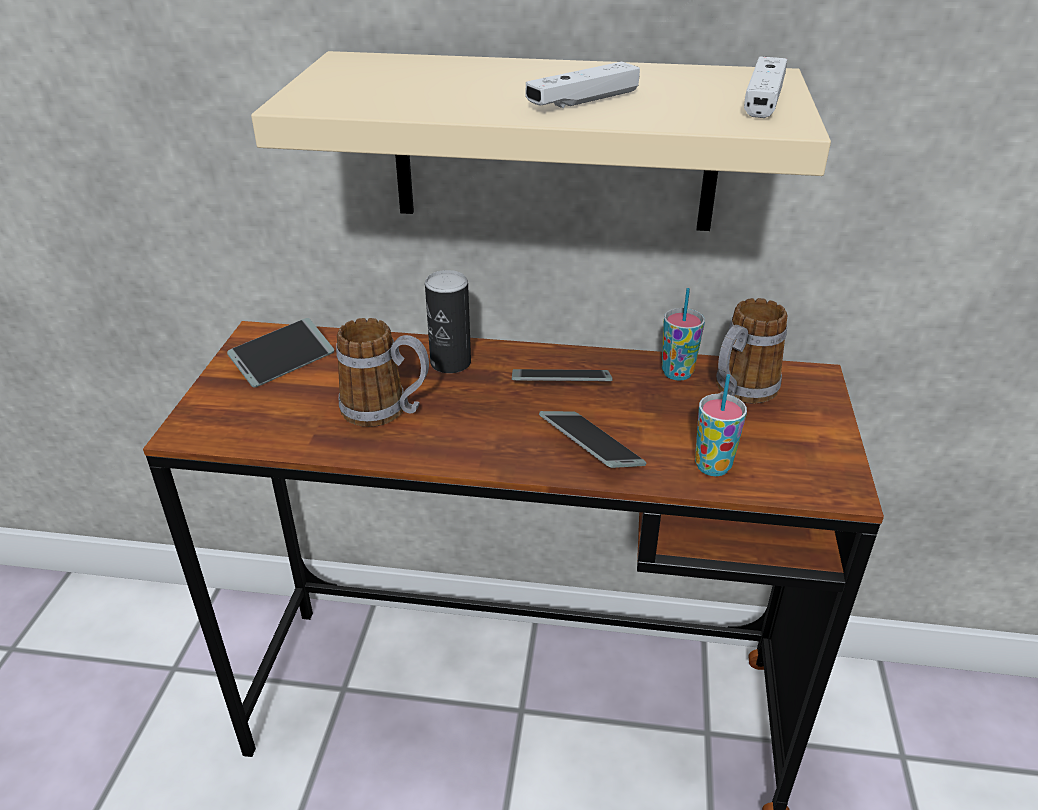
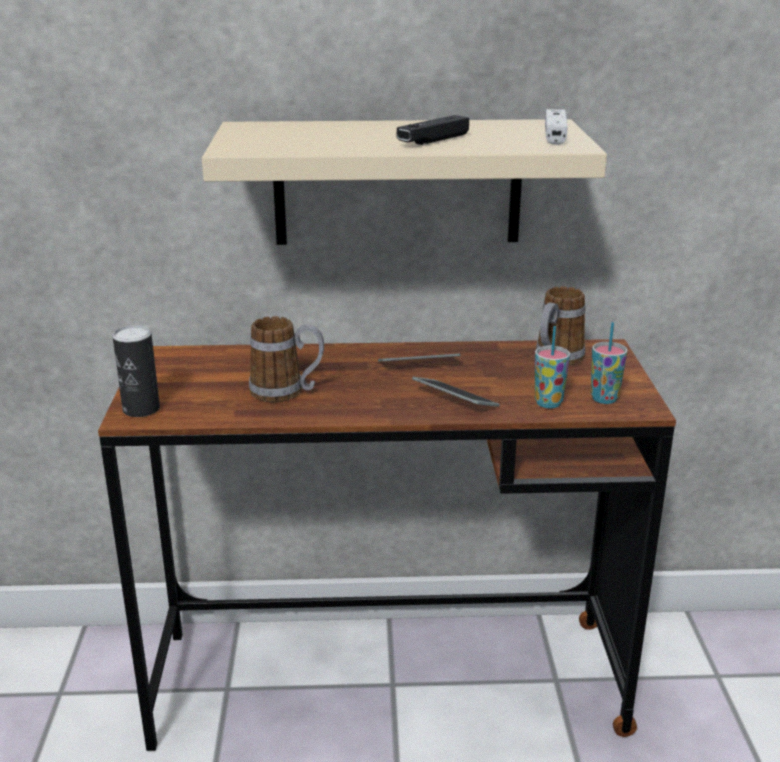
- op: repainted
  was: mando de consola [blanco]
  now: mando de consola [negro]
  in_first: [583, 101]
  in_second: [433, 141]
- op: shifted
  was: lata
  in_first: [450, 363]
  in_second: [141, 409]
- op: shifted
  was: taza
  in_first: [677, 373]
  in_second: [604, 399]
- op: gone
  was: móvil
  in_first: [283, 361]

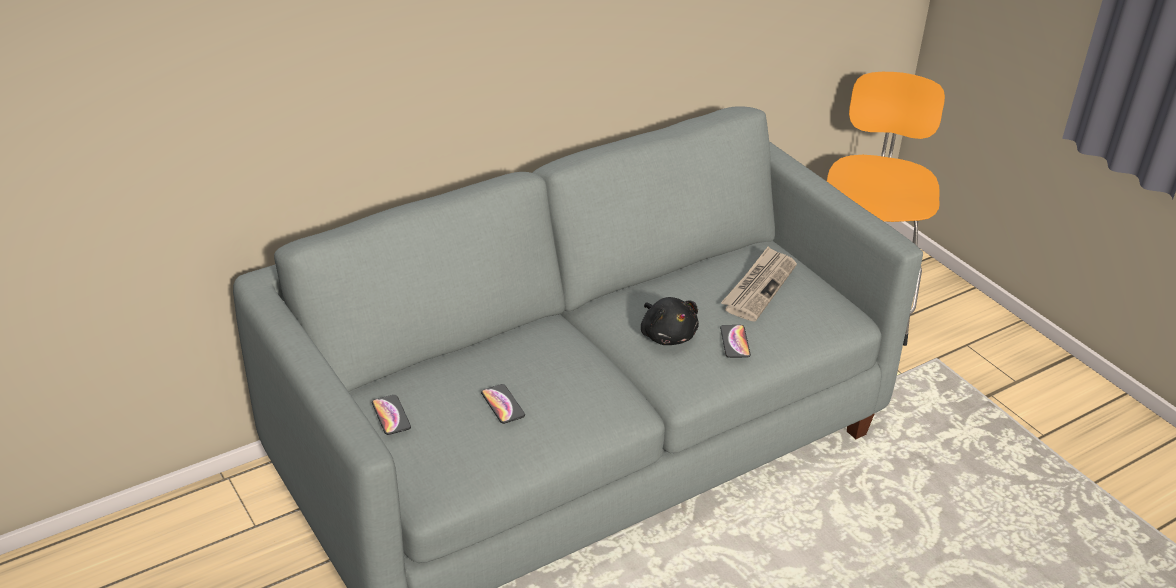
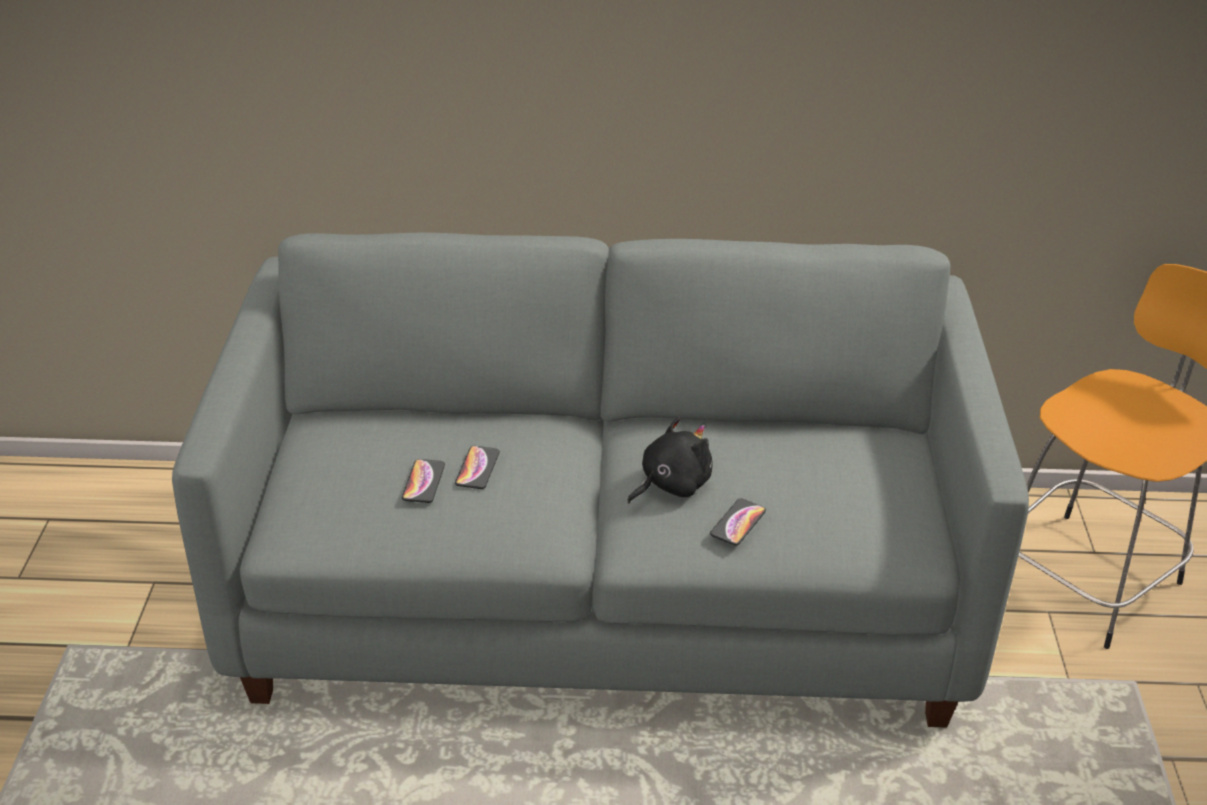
- op: gone
  was: periódico
  in_first: [759, 286]
- op: rotated
  was: peluche [negro]
  in_first: [667, 335]
  in_second: [671, 484]
  clockwise: -135
- op: shifted
  was: móvil
  in_first: [391, 415]
  in_second: [477, 468]

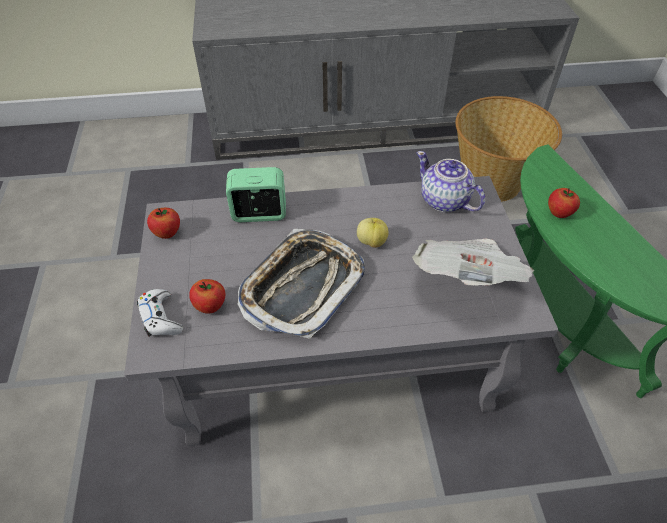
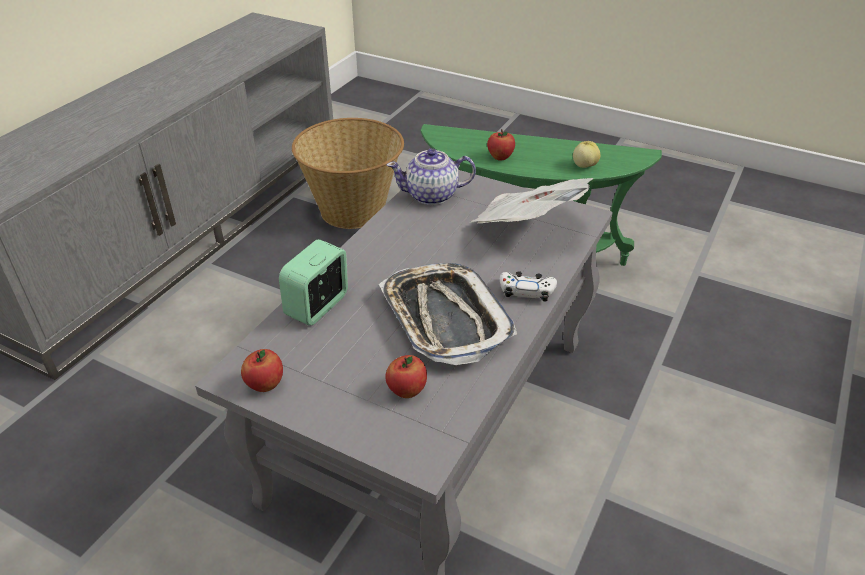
- op: shifted
  was: manzana
  in_first: [372, 242]
  in_second: [584, 166]
- op: shifted
  was: mando de consola [blanco]
  in_first: [161, 318]
  in_second: [526, 291]

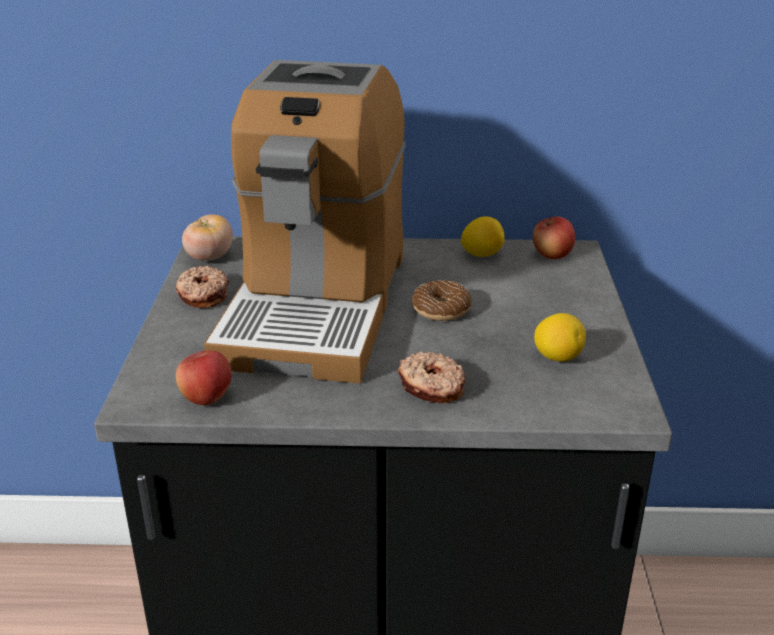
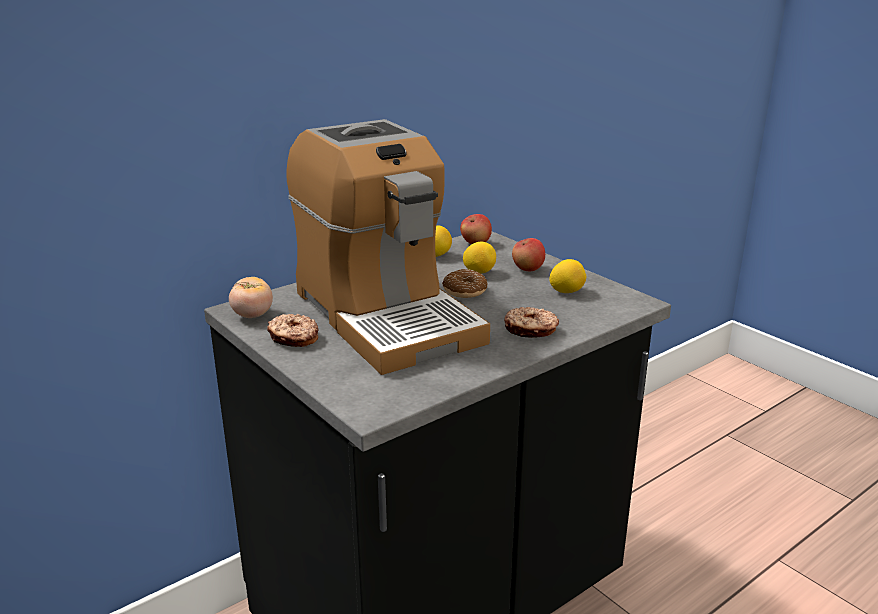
- op: shifted
  was: manzana
  in_first: [206, 398]
  in_second: [527, 269]
- op: new
  now: limón
  in_second: [479, 272]

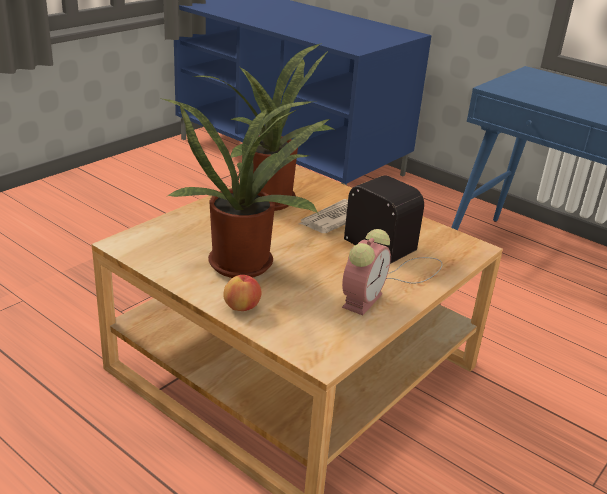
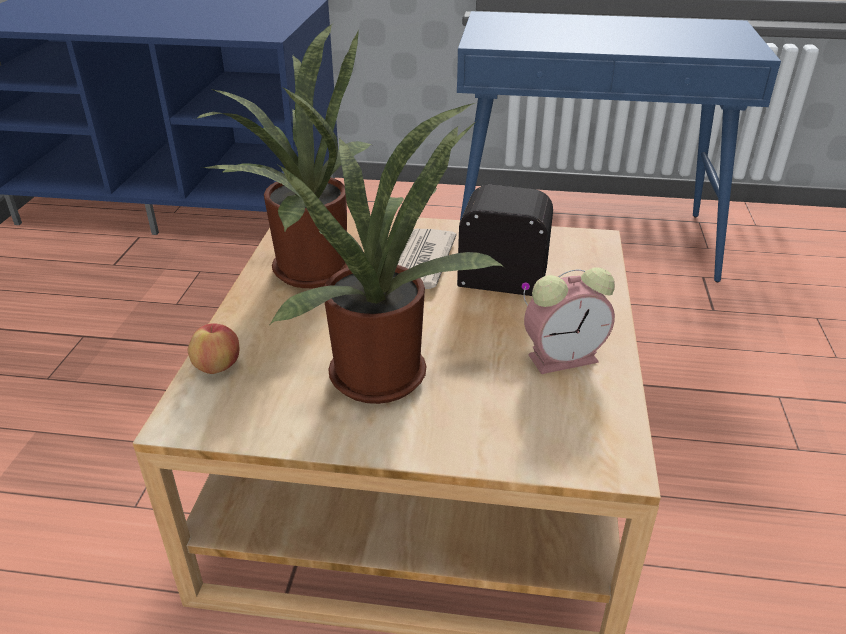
- op: rotated
  was: despertador
  in_first: [362, 299]
  in_second: [565, 357]
  clockwise: 75
- op: shifted
  was: manzana
  in_first: [242, 307]
  in_second: [217, 366]

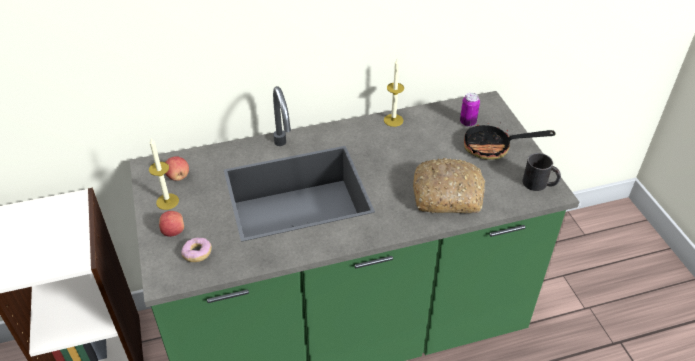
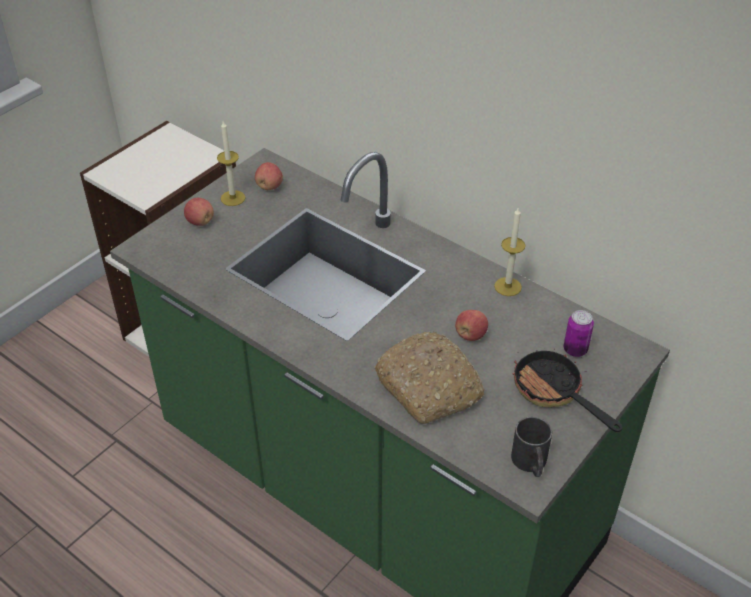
- op: gone
  was: rosquilla
  in_first: [197, 254]
- op: new
  now: manzana
  in_second: [470, 335]

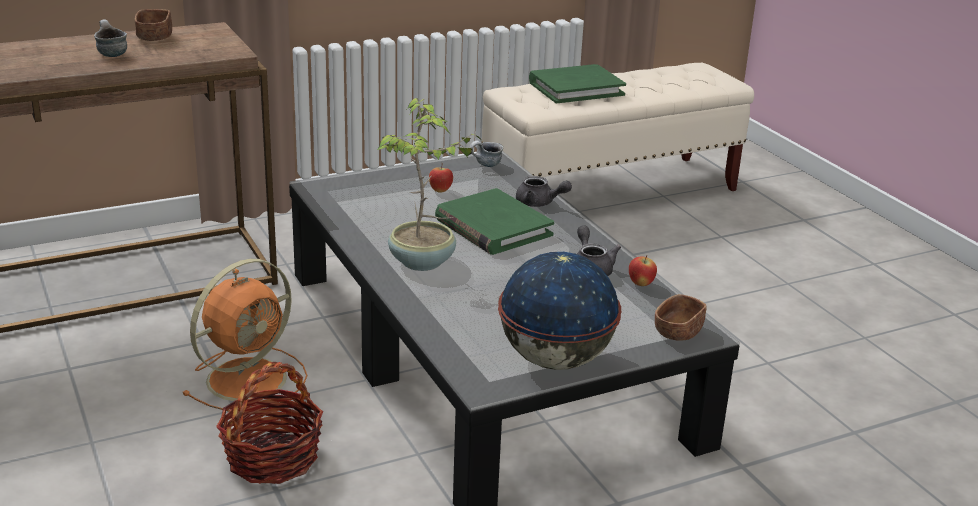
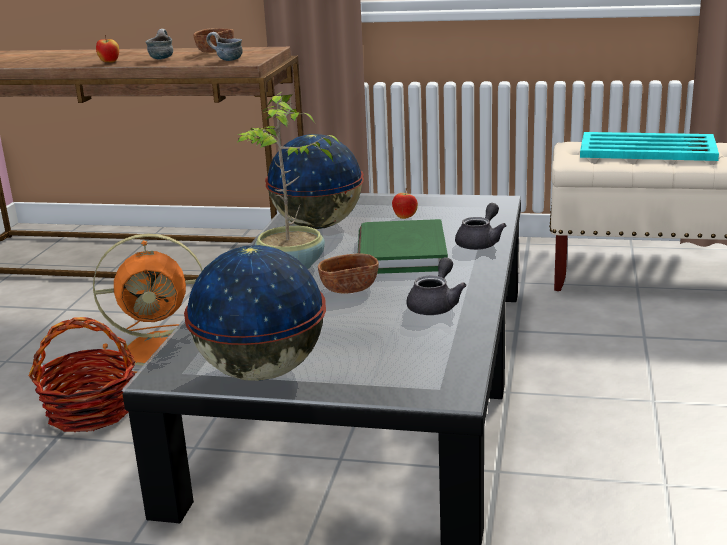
- op: swapped
  was: libro [verde]
  now: bandeja [turquesa]
  in_first: [576, 88]
  in_second: [648, 149]
- op: shifted
  was: taza grande
  in_first: [485, 165]
  in_second: [226, 60]
- op: rotated
  was: tetera [gris]
  in_first: [539, 203]
  in_second: [480, 243]
  clockwise: -120
- op: shifted
  was: manzana
  in_first: [641, 284]
  in_second: [109, 62]
- op: shifted
  was: cuenco [marrón]
  in_first: [678, 332]
  in_second: [349, 288]
- op: new
  now: globo terráqueo
  in_second: [318, 226]

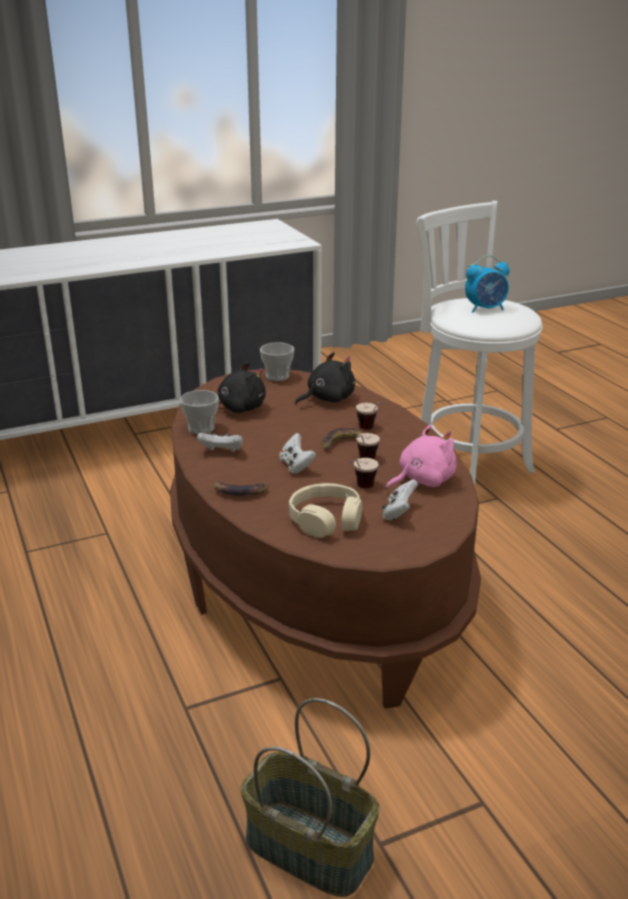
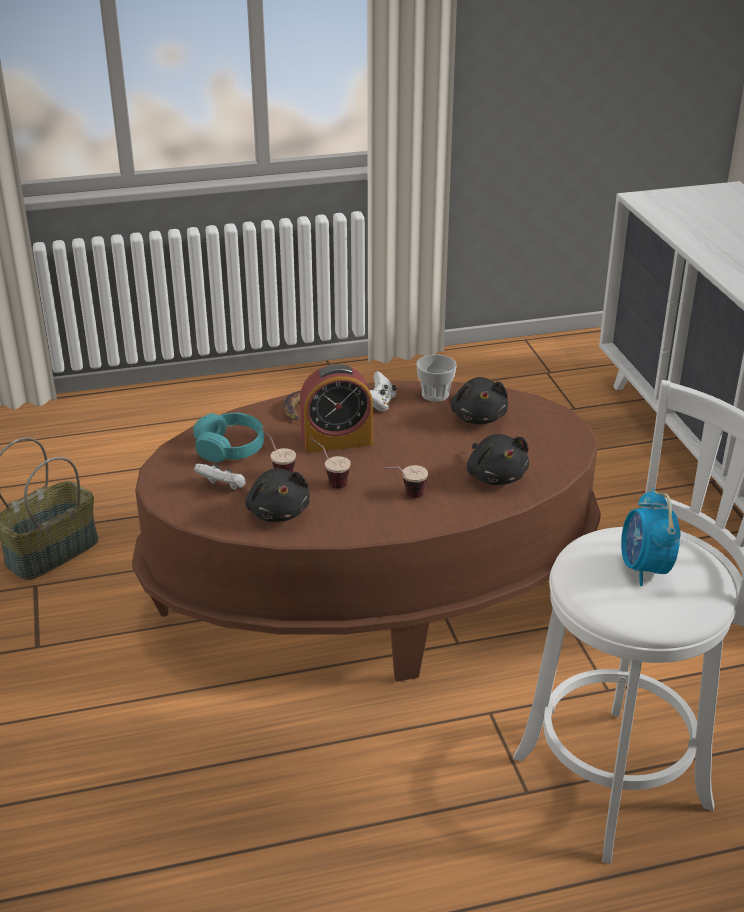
- op: gone
  was: taza
  in_first: [277, 376]
- op: repainted
  was: peluche [rosa]
  now: peluche [negro]
  in_first: [422, 480]
  in_second: [278, 511]
- op: gone
  was: plátano
  in_first: [343, 443]
- op: swapped
  was: mando de consola [blanco]
  now: despertador
  in_first: [296, 466]
  in_second: [337, 441]
- op: repainted
  was: auriculares [beis]
  now: auriculares [turquesa]
  in_first: [326, 520]
  in_second: [230, 447]

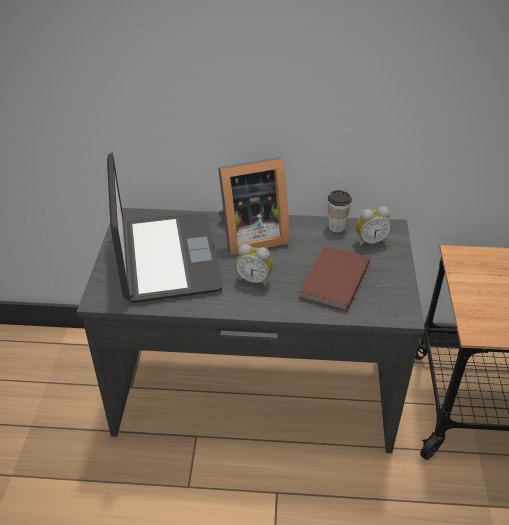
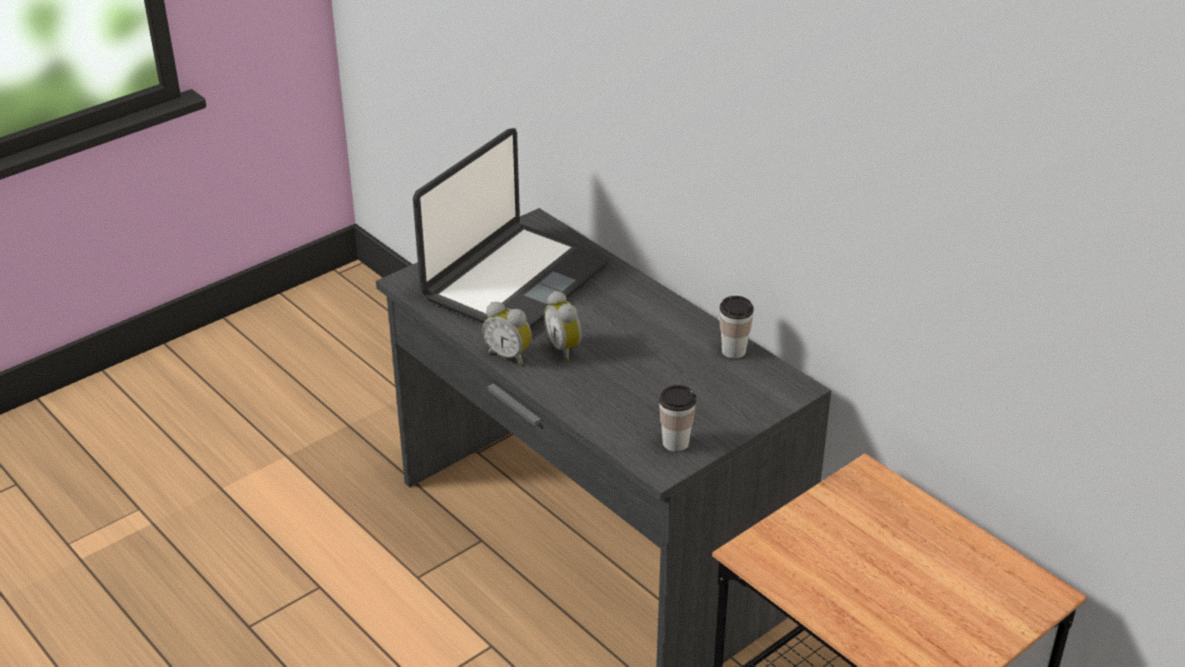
- op: gone
  was: portarretratos
  in_first: [250, 236]
- op: shifted
  was: despertador
  in_first: [370, 241]
  in_second: [509, 355]
- op: gone
  was: libro [marrón]
  in_first: [332, 280]
- op: new
  now: taza
  in_second: [675, 443]

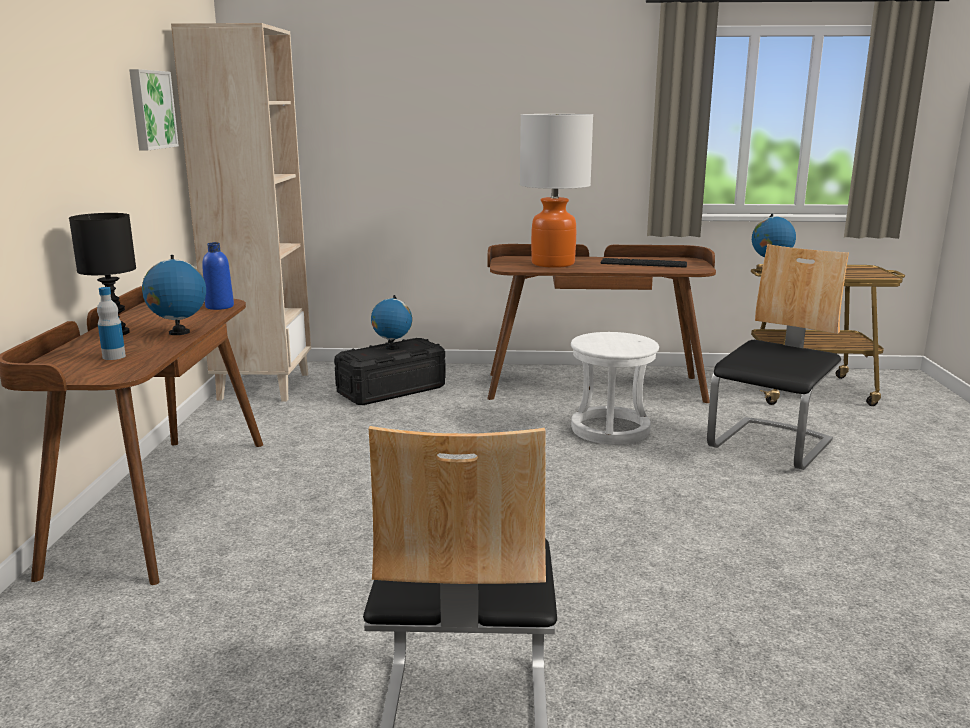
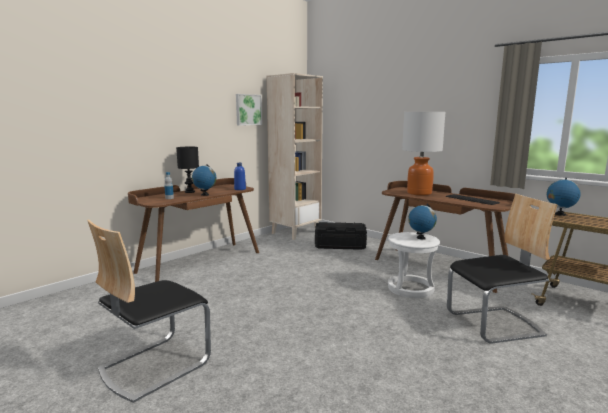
- op: shifted
  was: globo terráqueo
  in_first: [392, 348]
  in_second: [421, 238]

